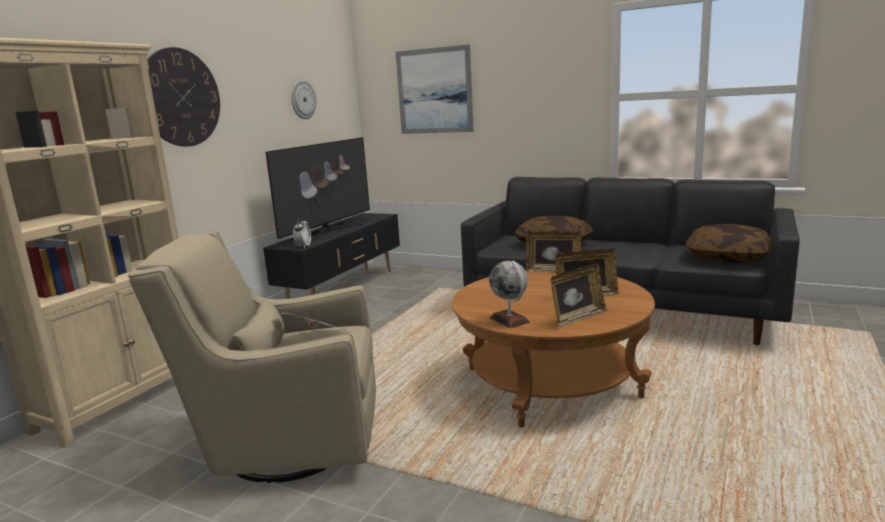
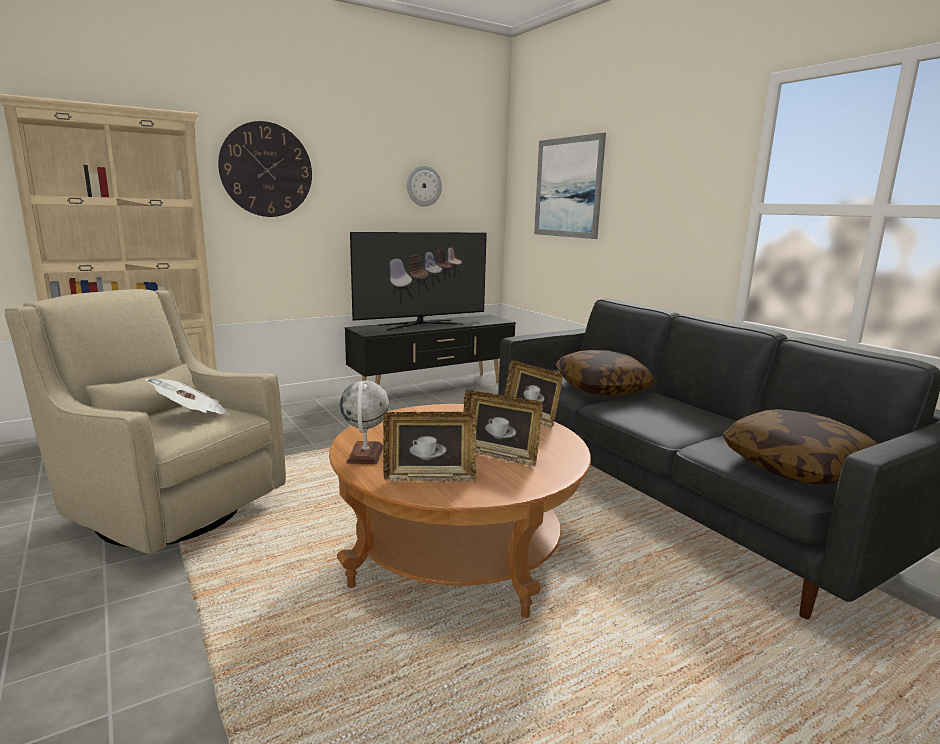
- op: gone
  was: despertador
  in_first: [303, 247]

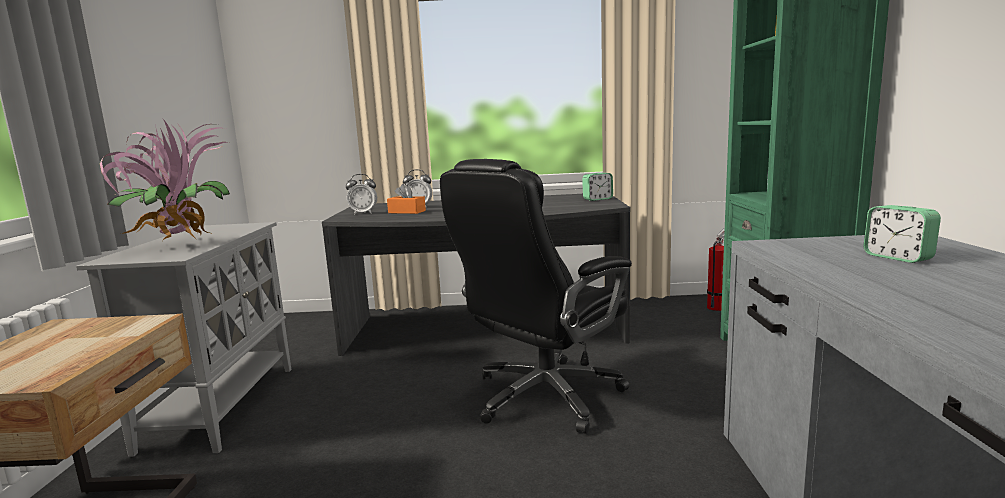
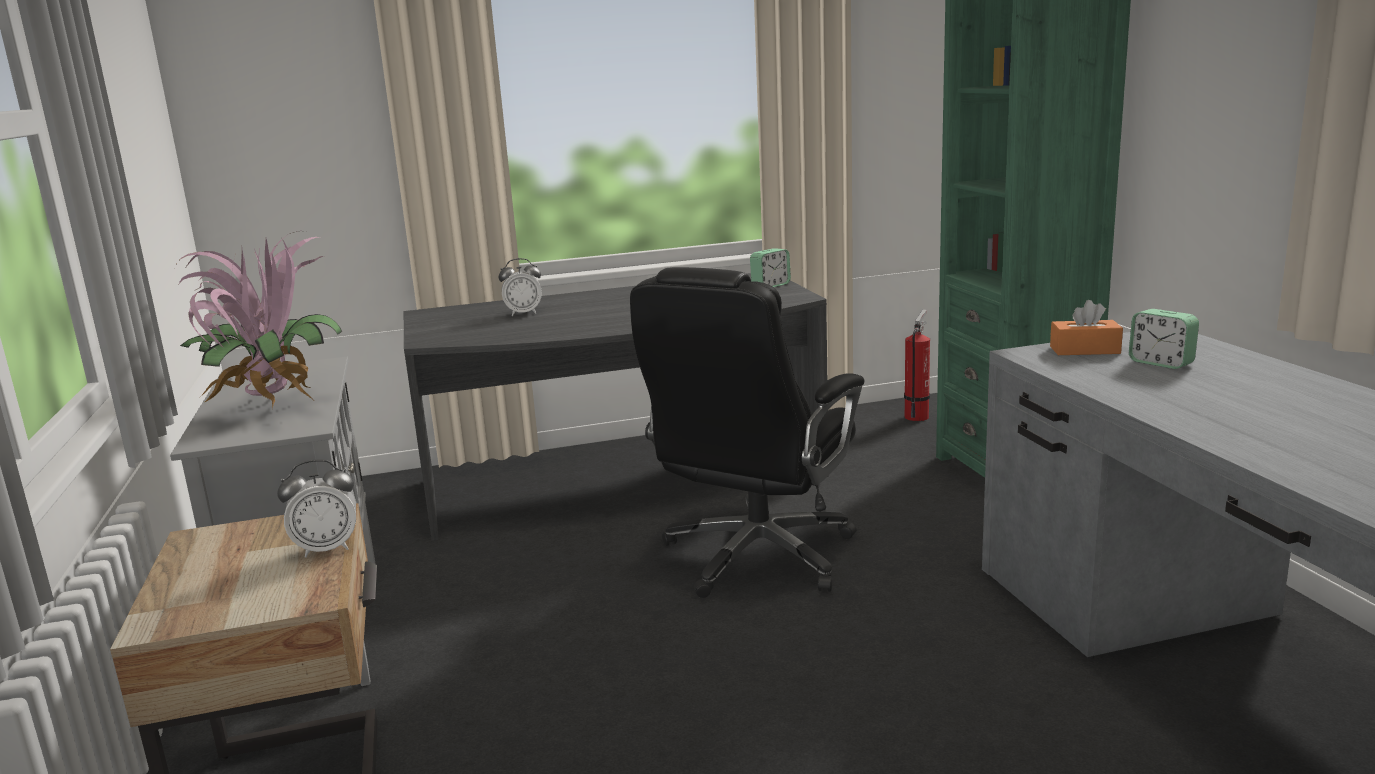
- op: shifted
  was: despertador
  in_first: [363, 213]
  in_second: [327, 549]
- op: shifted
  was: caja de pañuelos [naranja]
  in_first: [407, 212]
  in_second: [1084, 350]

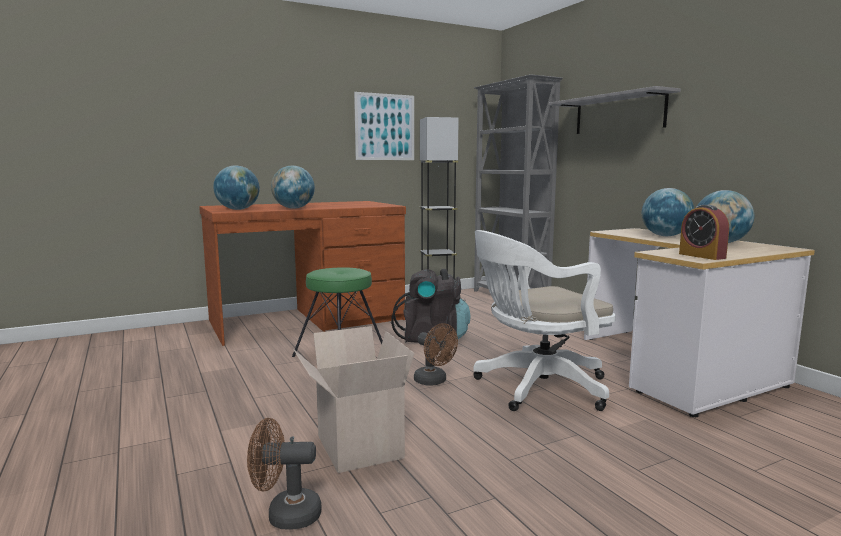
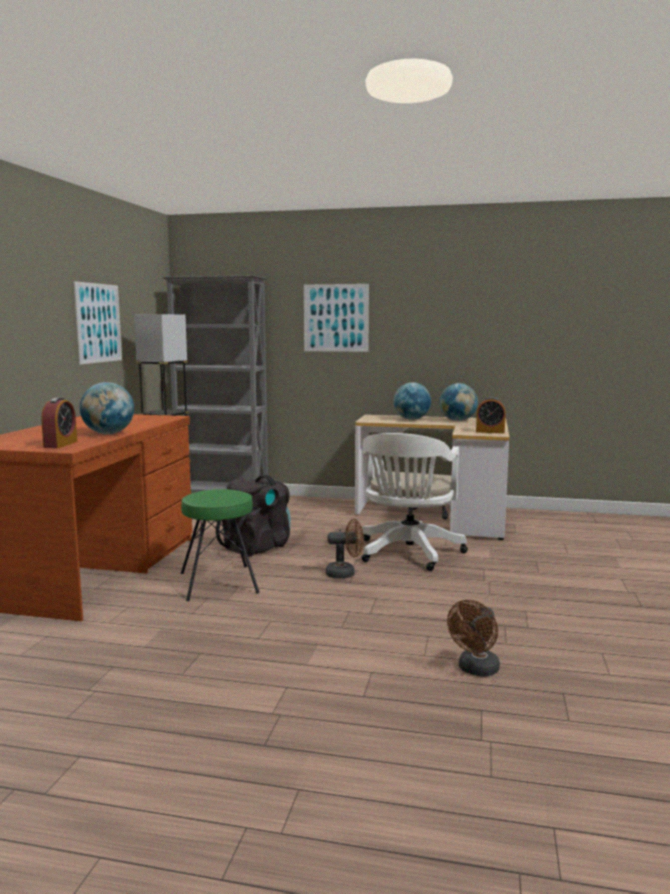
- op: swapped
  was: estante [gris]
  now: cuadro
  in_first: [618, 114]
  in_second: [336, 318]
- op: swapped
  was: globo terráqueo
  now: despertador
  in_first: [238, 209]
  in_second: [60, 444]
- op: gone
  was: caja de cartón
  in_first: [356, 446]

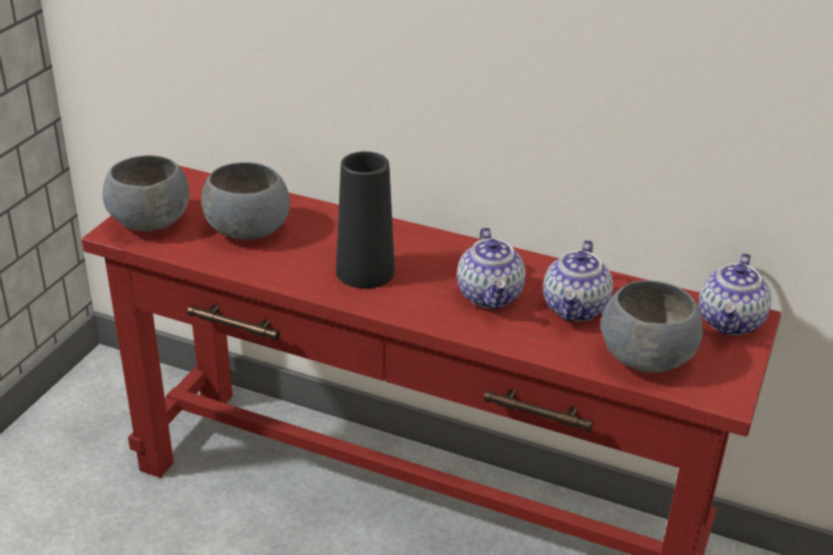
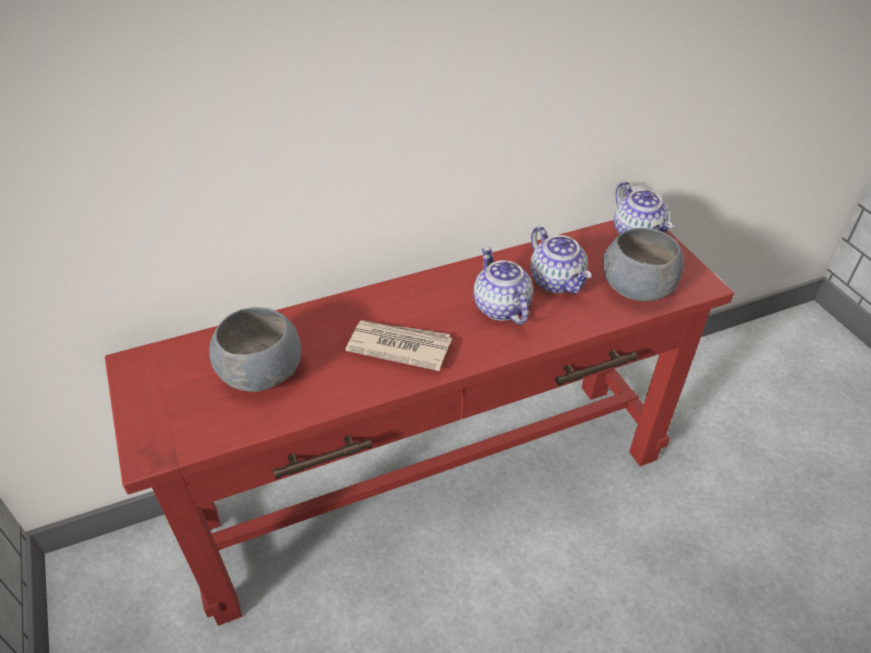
- op: swapped
  was: florero [negro]
  now: periódico
  in_first: [365, 272]
  in_second: [398, 346]
- op: gone
  was: cuenco [gris]
  in_first: [151, 221]
- op: rotated
  was: tetera
  in_first: [490, 296]
  in_second: [500, 307]
  clockwise: -150

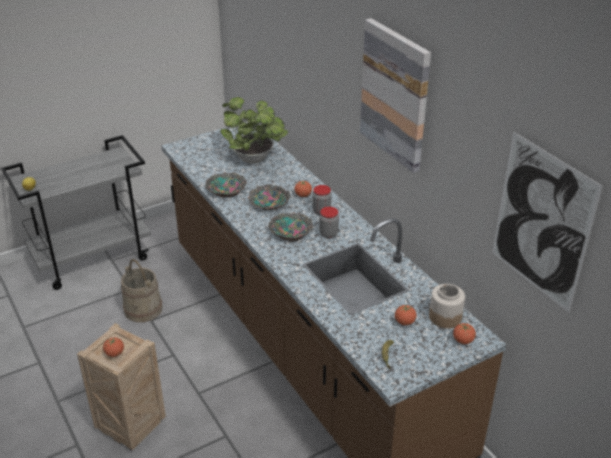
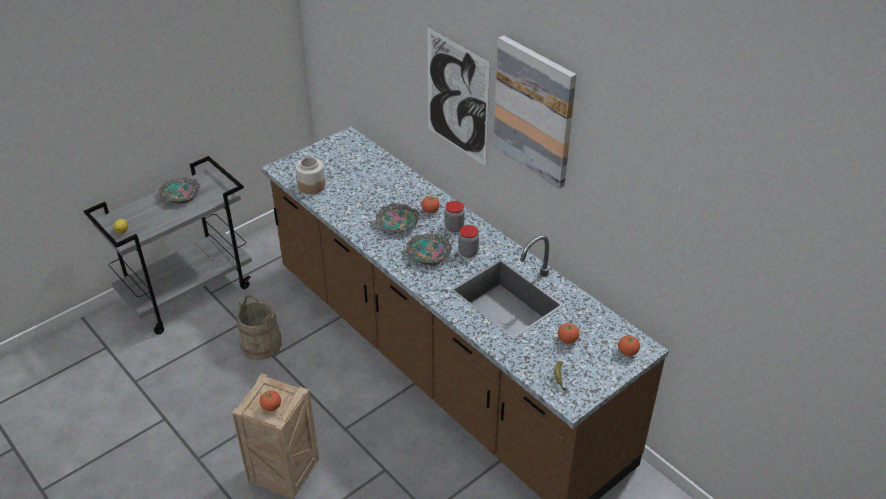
- op: gone
  was: planta en maceta
  in_first: [255, 159]
- op: shifted
  was: cuadro
  in_first: [541, 222]
  in_second: [457, 97]
- op: shifted
  was: cuenco
  in_first: [226, 189]
  in_second: [180, 194]
- op: shifted
  was: tarro
  in_first: [445, 317]
  in_second: [311, 186]

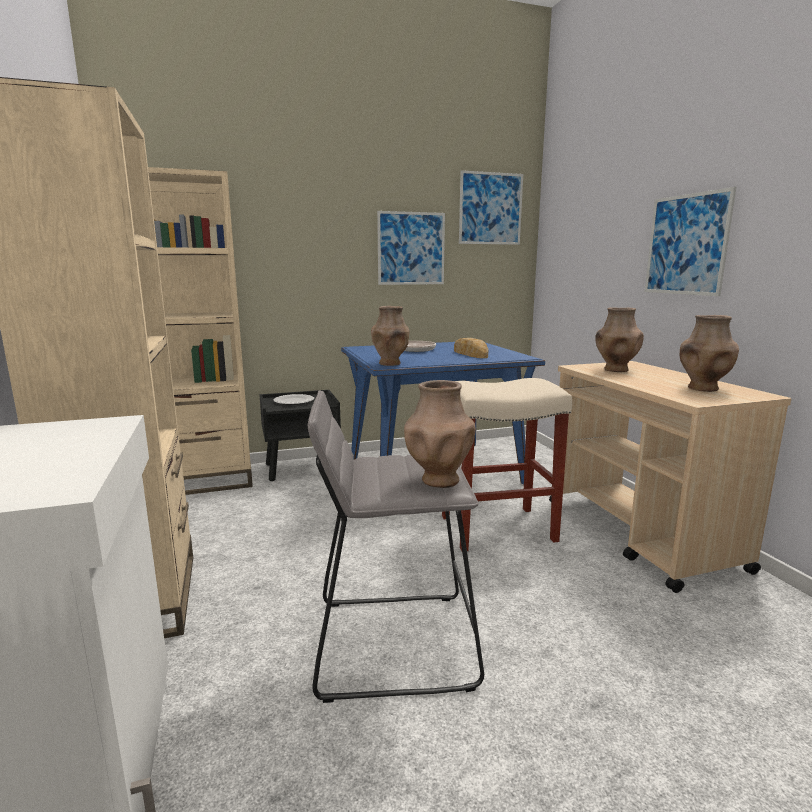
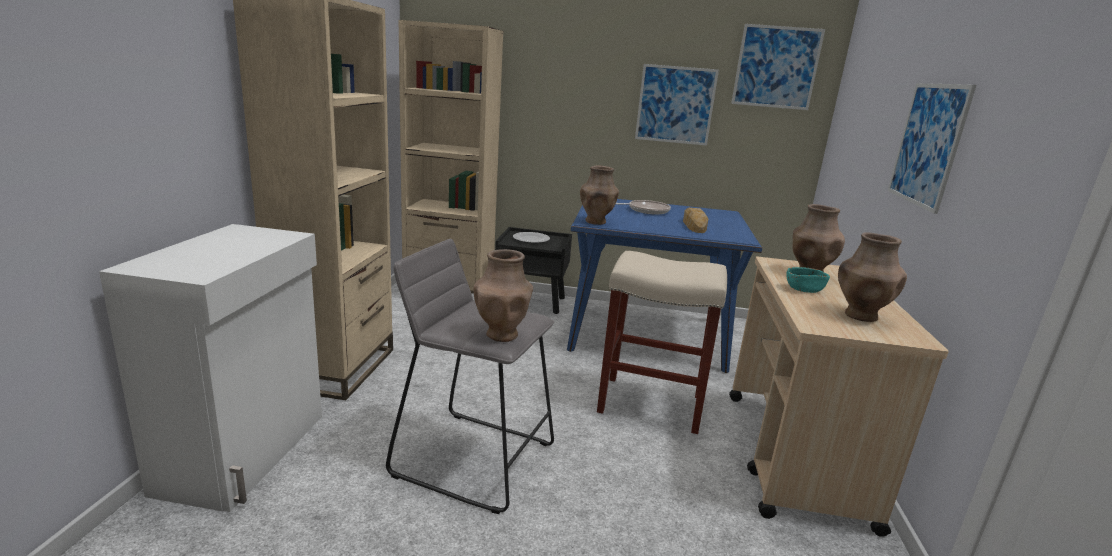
- op: new
  now: cuenco [turquesa]
  in_second: [804, 289]

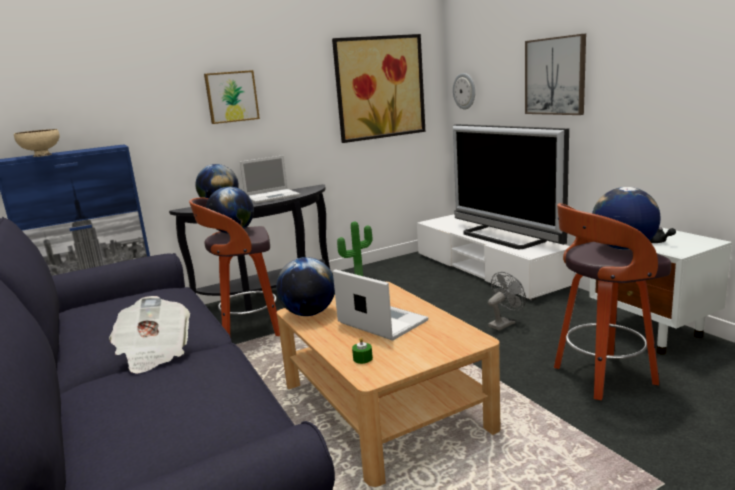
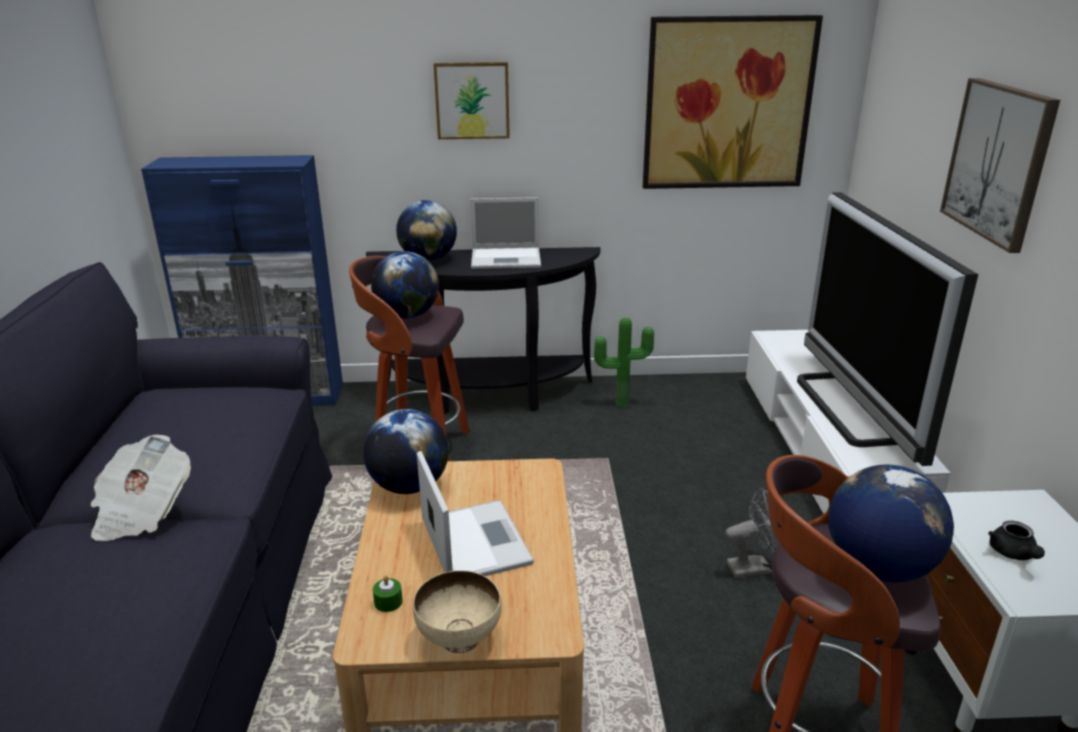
- op: gone
  was: reloj de pared
  in_first: [464, 91]
- op: shifted
  was: cuenco [beis]
  in_first: [41, 155]
  in_second: [459, 639]

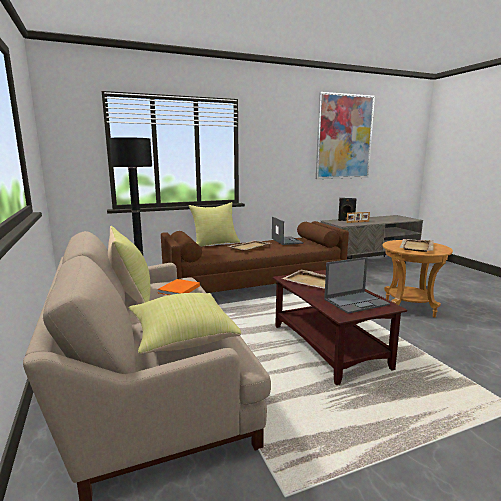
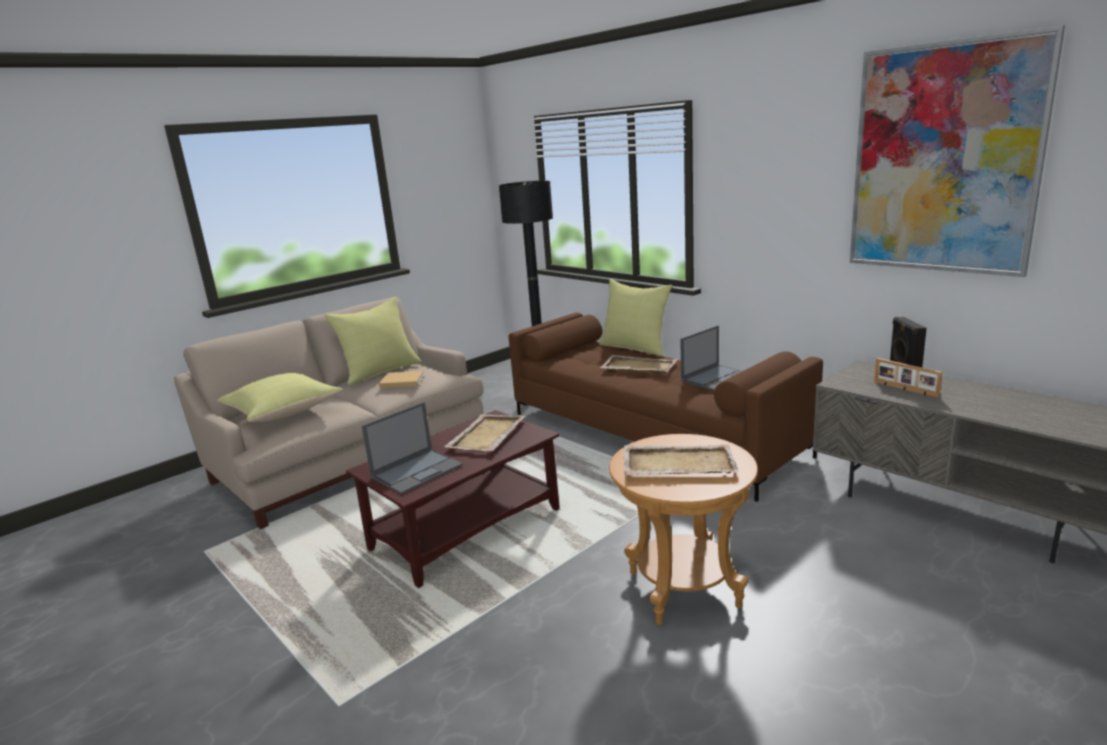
- op: rotated
  was: portátil
  in_first: [356, 302]
  in_second: [417, 471]
  clockwise: -90
- op: repainted
  was: libro [naranja]
  now: libro [beis]
  in_first: [178, 290]
  in_second: [400, 381]

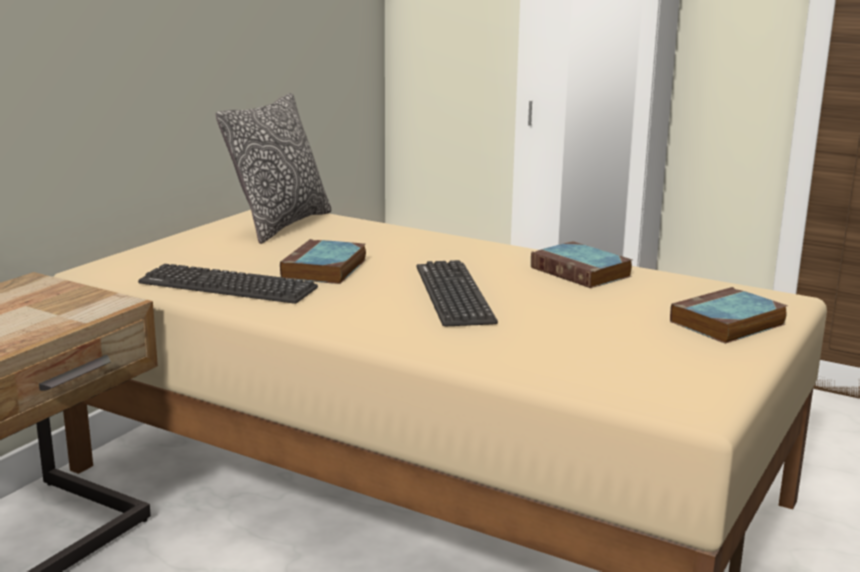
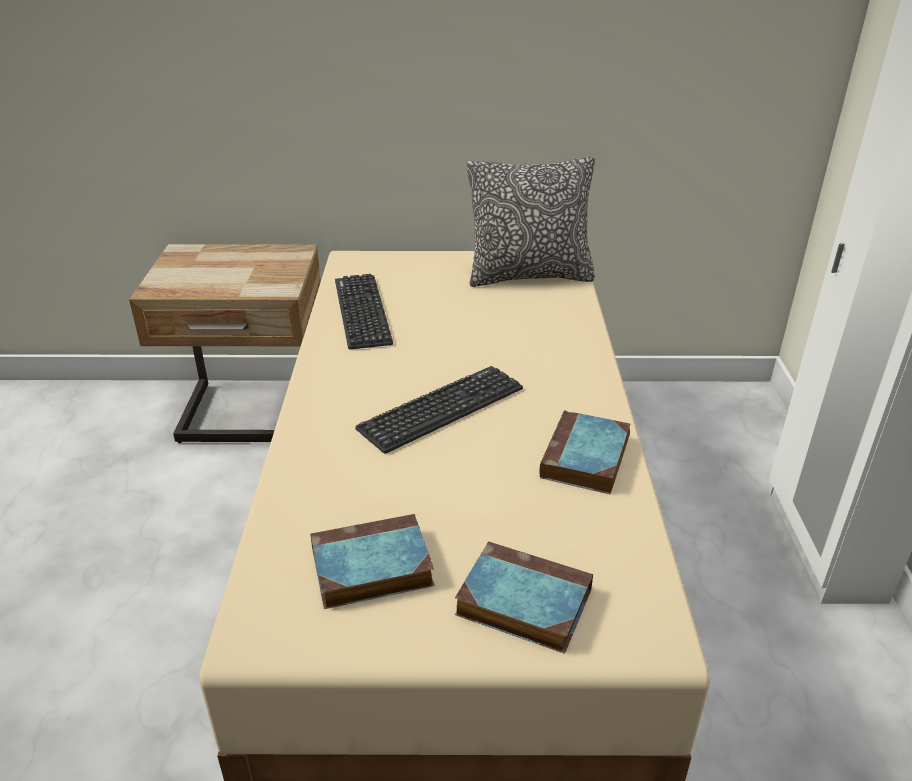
- op: shifted
  was: libro
  in_first: [324, 269]
  in_second: [369, 568]

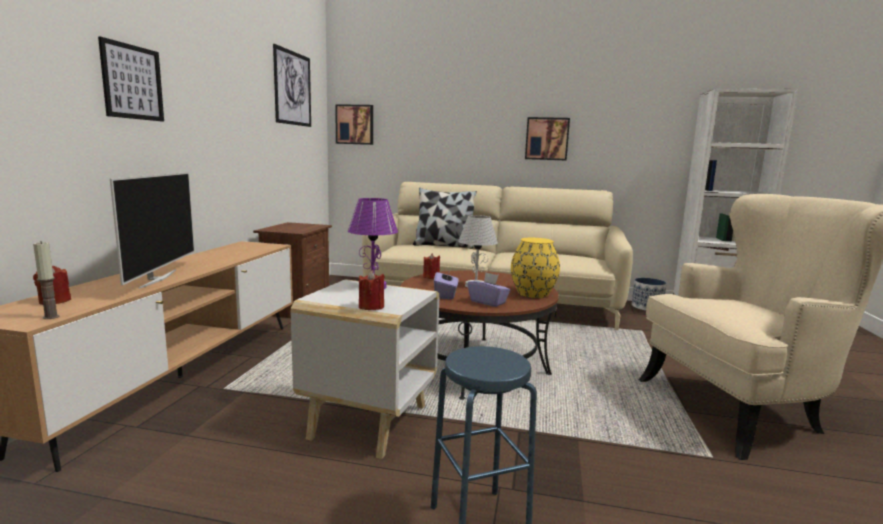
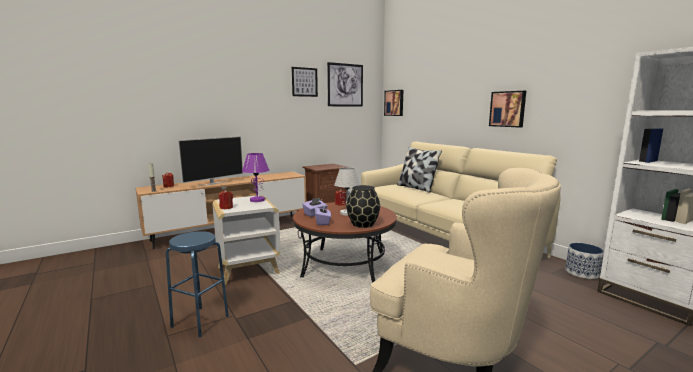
- op: shifted
  was: cuadro
  in_first: [132, 82]
  in_second: [304, 82]
- op: repainted
  was: florero [amarillo]
  now: florero [negro]
  in_first: [532, 294]
  in_second: [362, 224]

